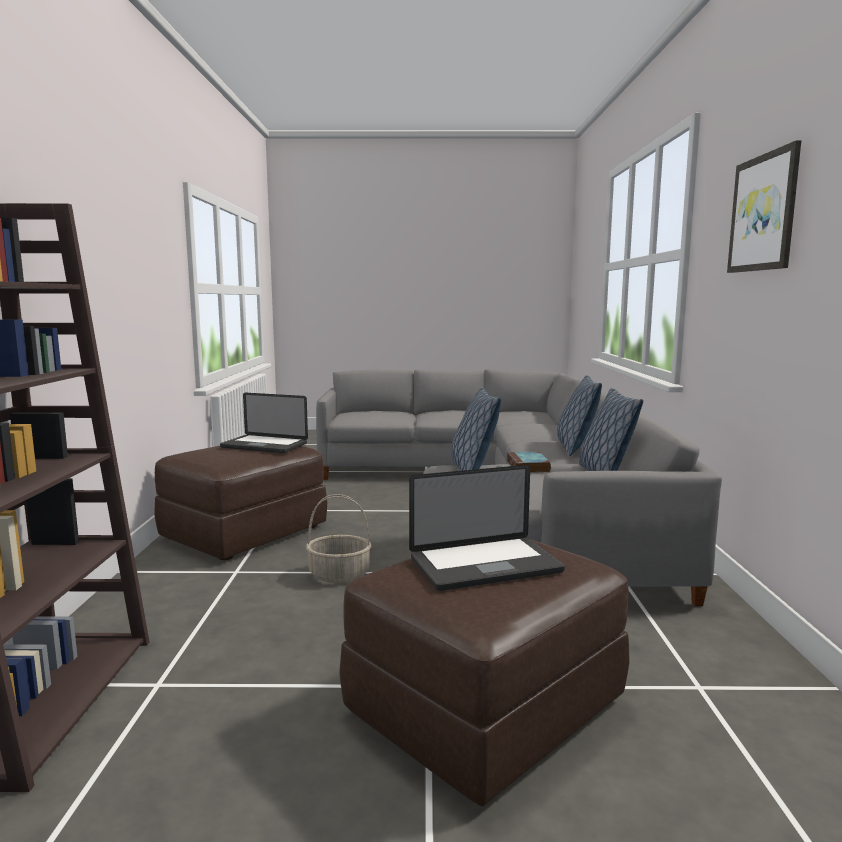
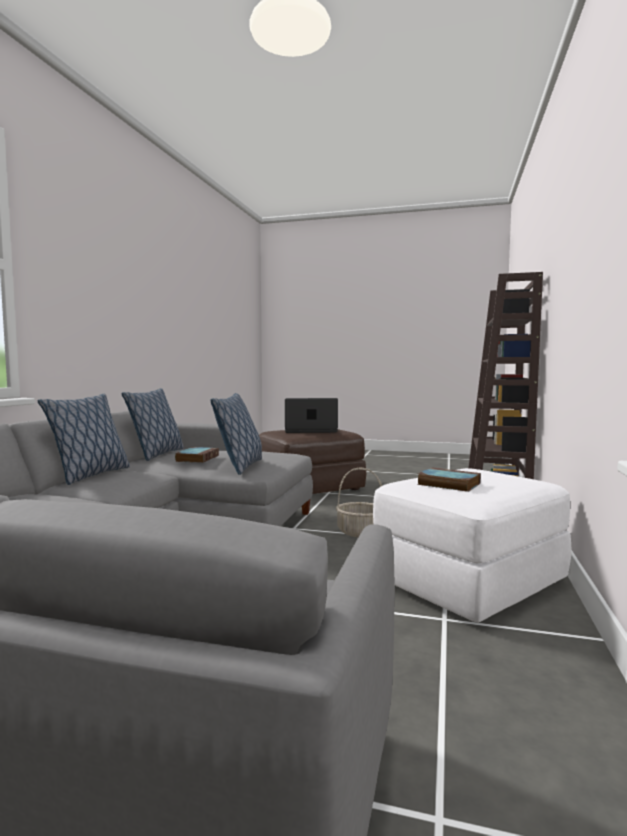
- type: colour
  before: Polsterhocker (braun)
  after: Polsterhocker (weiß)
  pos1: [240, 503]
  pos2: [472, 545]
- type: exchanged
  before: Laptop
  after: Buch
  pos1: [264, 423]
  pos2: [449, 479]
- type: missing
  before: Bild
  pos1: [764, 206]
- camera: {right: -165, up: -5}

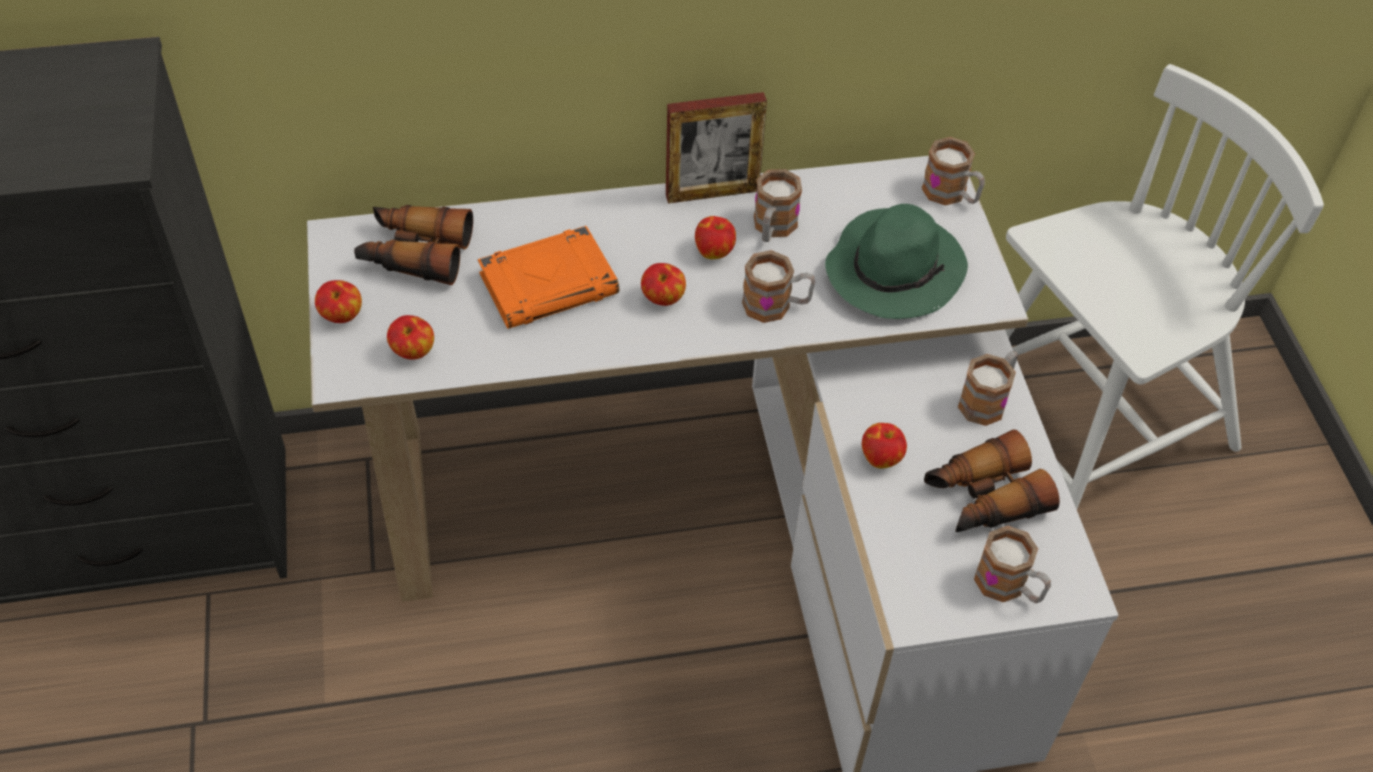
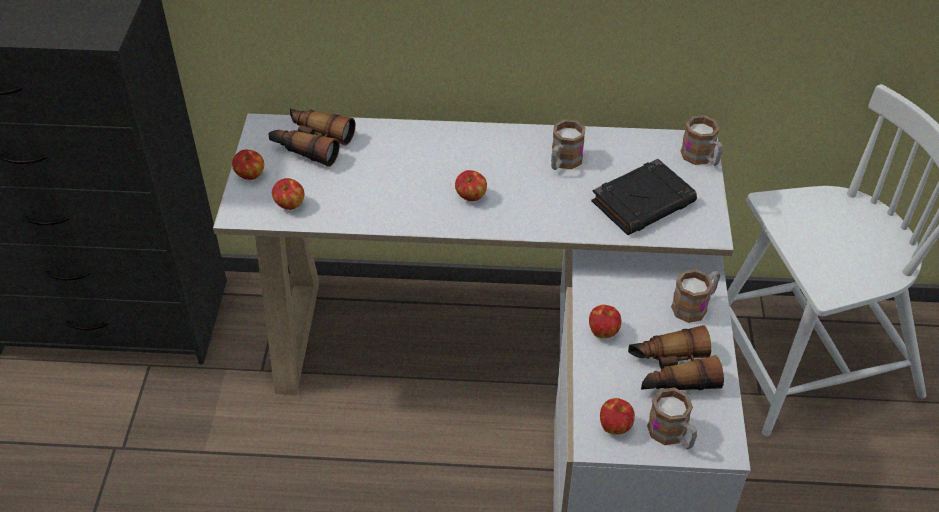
- type: exchanged
  before: Hut (grün)
  after: Buch (schwarz)
  pos1: [896, 261]
  pos2: [644, 197]
- type: relocated
  before: Apfel
  pos1: [715, 237]
  pos2: [617, 416]
- type: missing
  before: Buch (orange)
  pos1: [548, 277]
- type: missing
  before: Bilderrahmen
  pos1: [716, 147]
- type: missing
  before: Henkelbecher
  pos1: [778, 286]
- camera: {right: 15, up: -5}

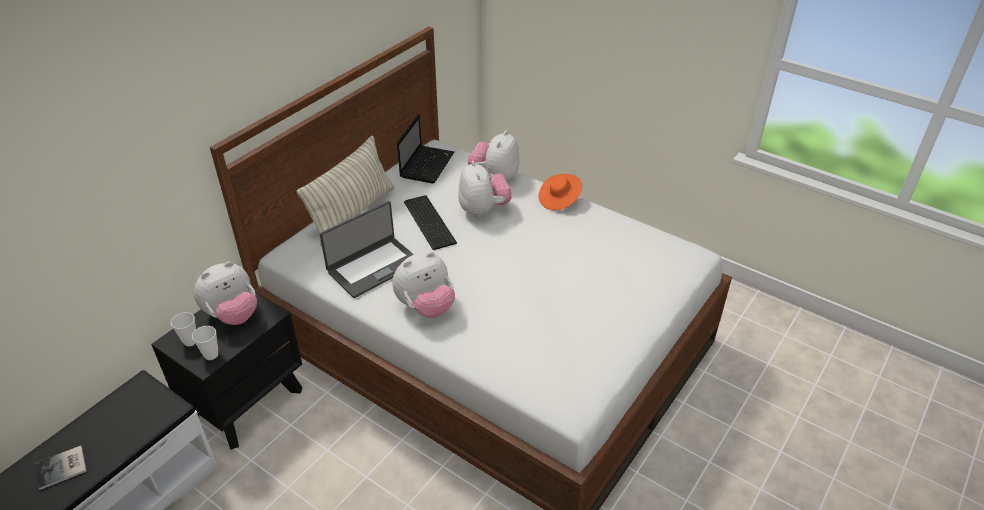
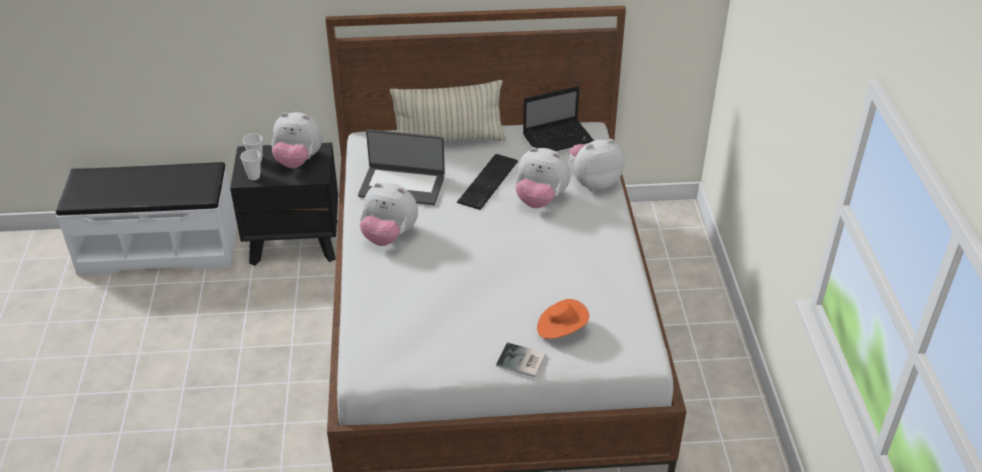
- type: relocated
  before: Buch
  pos1: [61, 468]
  pos2: [521, 360]
- type: spun
  before: Plüschtier
  pos1: [485, 189]
  pos2: [543, 177]
  turn: 75
- type: relocated
  before: Hut (orange)
  pos1: [560, 192]
  pos2: [563, 319]
- camera: {right: 50, up: 0}

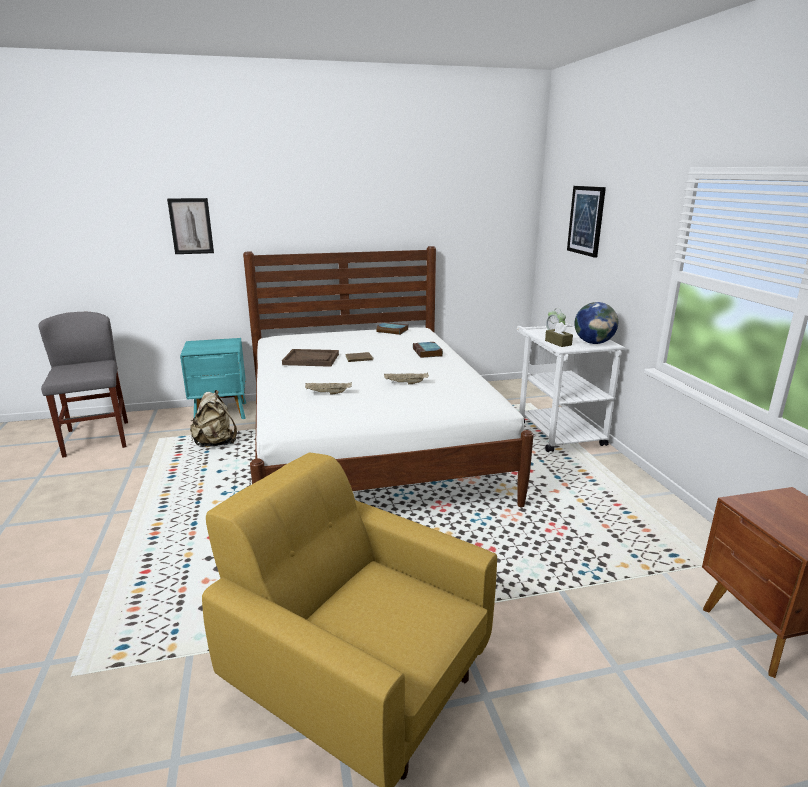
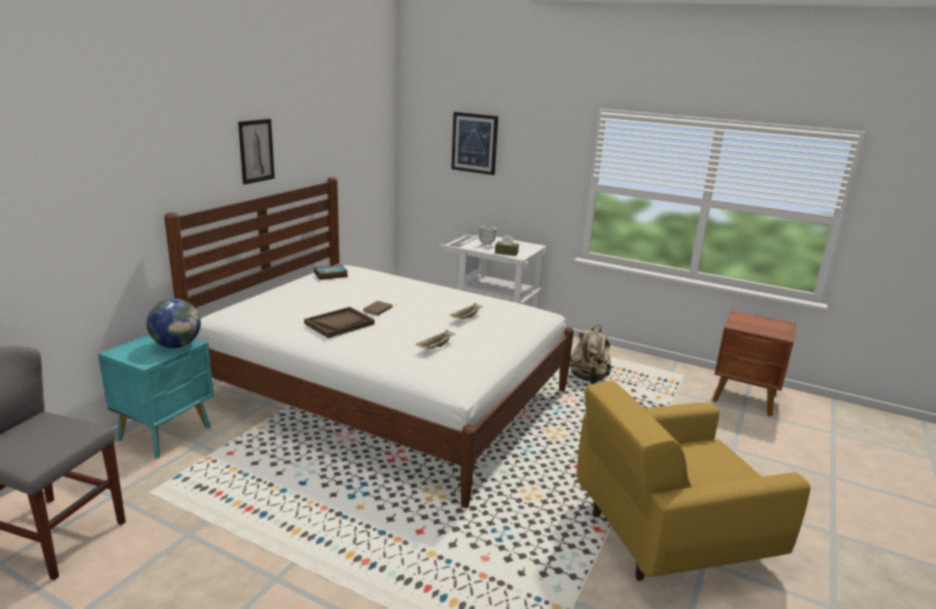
- type: relocated
  before: Globus
  pos1: [596, 323]
  pos2: [174, 323]
- type: relocated
  before: Bild
  pos1: [190, 226]
  pos2: [256, 152]
- type: relocated
  before: Rucksack (beige)
  pos1: [213, 418]
  pos2: [590, 354]
- type: missing
  before: Buch
  pos1: [428, 350]
- camera: {right: -50, up: 0}

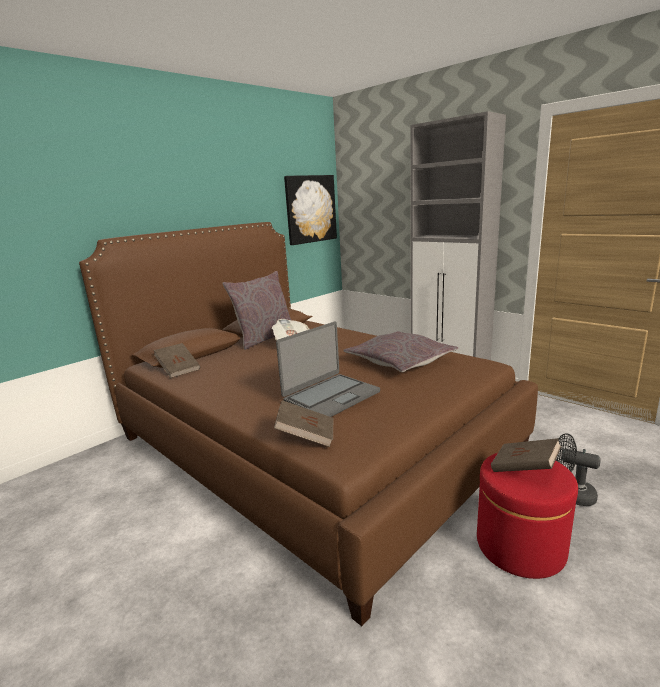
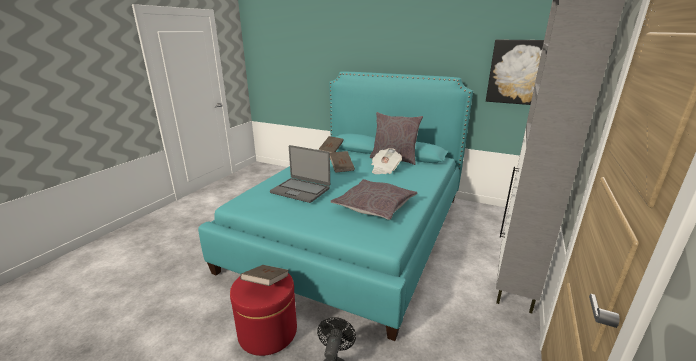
- type: colour
  before: Bett (braun)
  after: Bett (türkis)
  pos1: [308, 424]
  pos2: [335, 206]
- type: relocated
  before: Buch (braun)
  pos1: [303, 423]
  pos2: [342, 162]
- camera: {right: 70, up: 5}

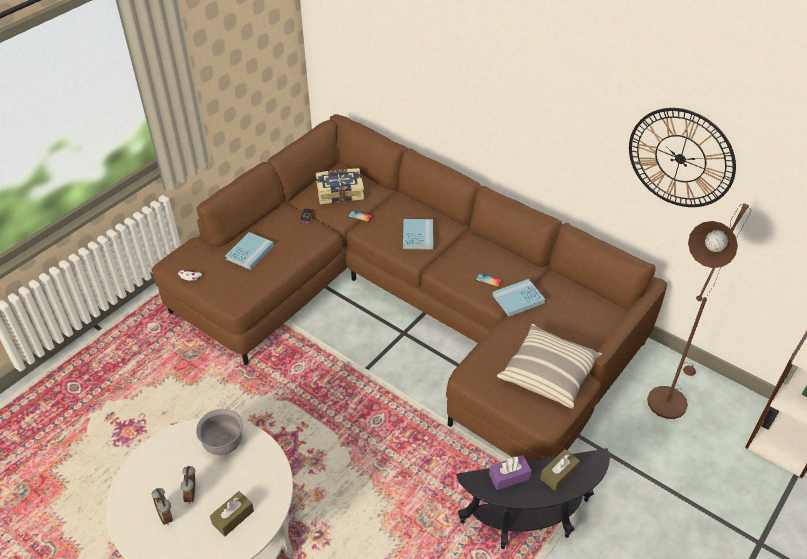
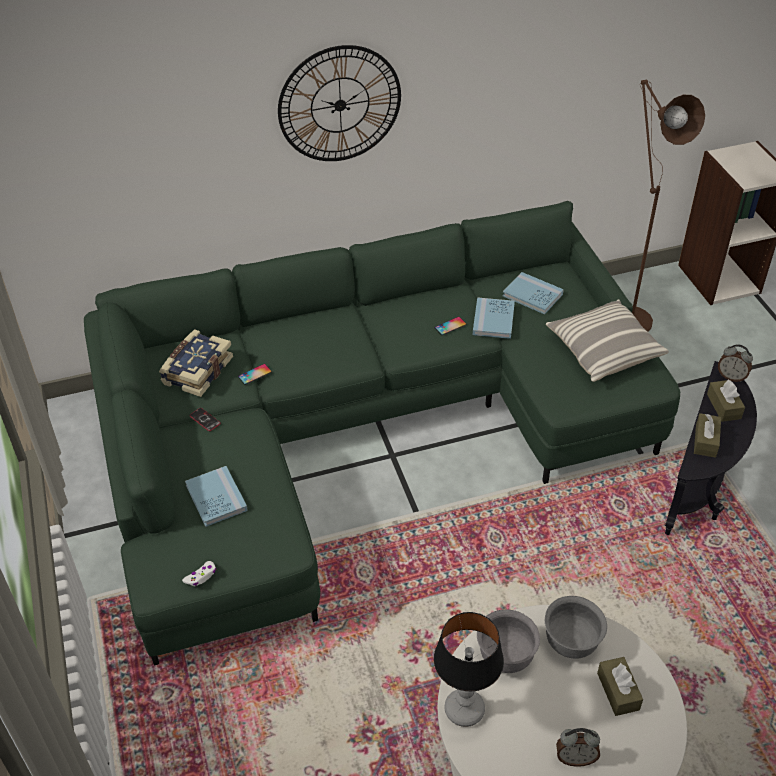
- type: colour
  before: Sofa (braun)
  after: Sofa (grün)
  pos1: [409, 288]
  pos2: [382, 433]
- type: relocated
  before: Wanduhr
  pos1: [682, 157]
  pos2: [339, 103]
- type: appeared
  after: Tischlampe
  pos2: [469, 669]
- type: relocated
  before: Buch (blau)
  pos1: [418, 234]
  pos2: [533, 293]
- type: appeared
  after: Schüssel (grau)
  pos2: [576, 627]
- type: colour
  before: Taschentuchbox (lila)
  after: Taschentuchbox (braun)
  pos1: [510, 472]
  pos2: [707, 435]
- type: relocated
  before: Wecker
  pos1: [188, 484]
  pos2: [735, 363]
- camera: {right: -55, up: 0}

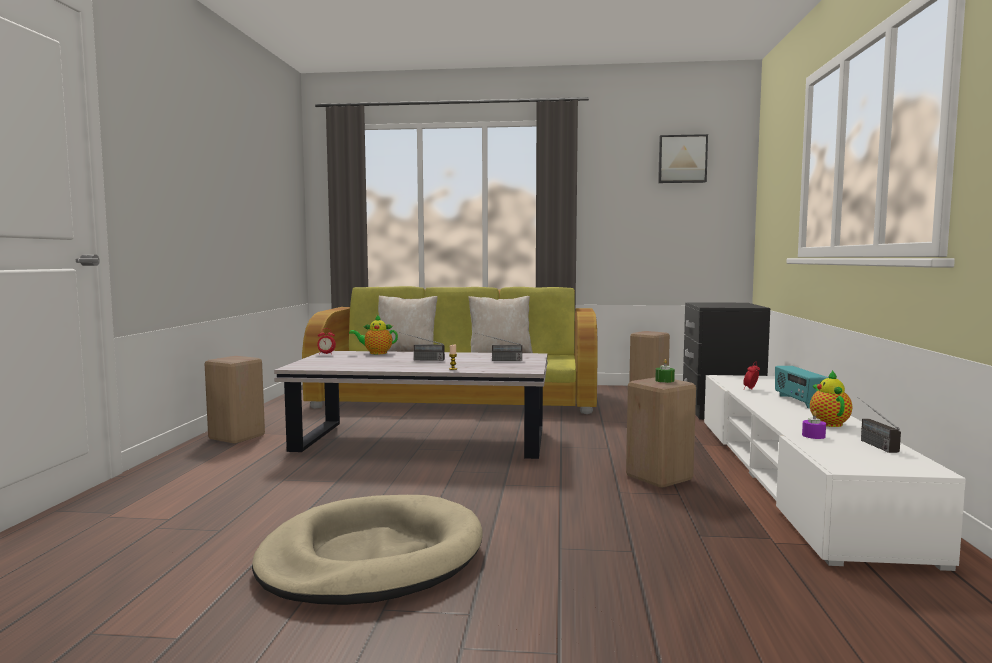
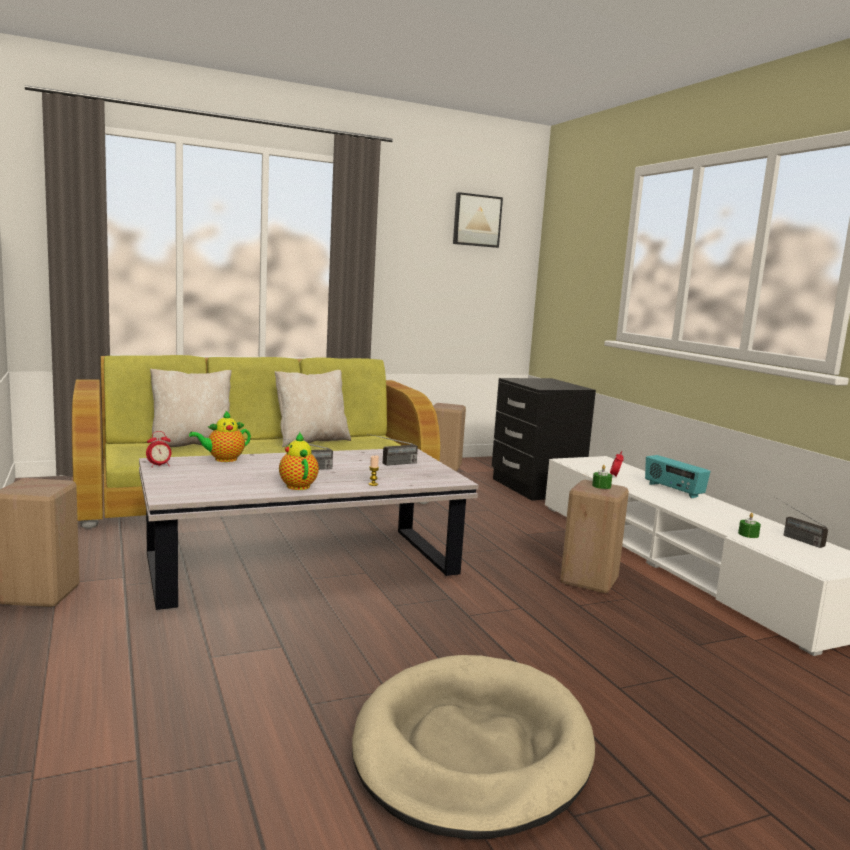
- type: relocated
  before: Teekanne
  pos1: [831, 398]
  pos2: [299, 461]
- type: colour
  before: Kerze (lila)
  after: Kerze (grün)
  pos1: [814, 425]
  pos2: [749, 525]
- camera: {right: -30, up: 5}

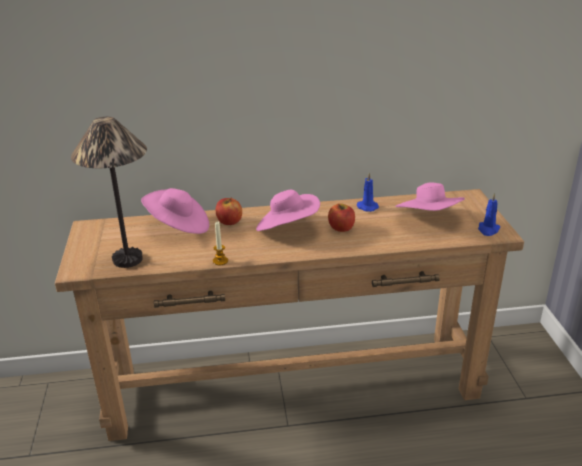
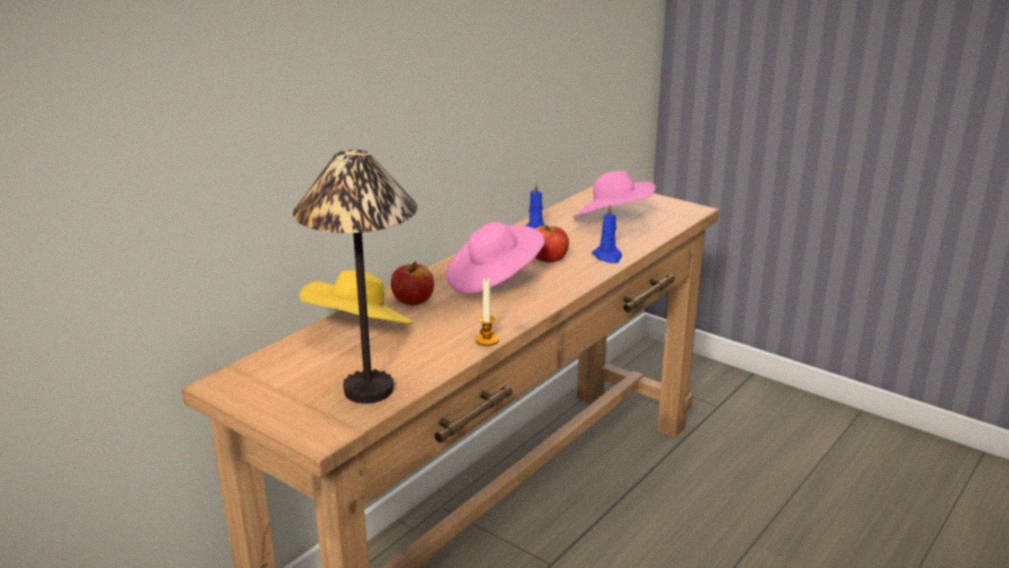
- type: colour
  before: Hut (rosa)
  after: Hut (gelb)
  pos1: [175, 211]
  pos2: [356, 297]
- type: relocated
  before: Kerze (blau)
  pos1: [489, 214]
  pos2: [607, 233]
- camera: {right: -45, up: -5}

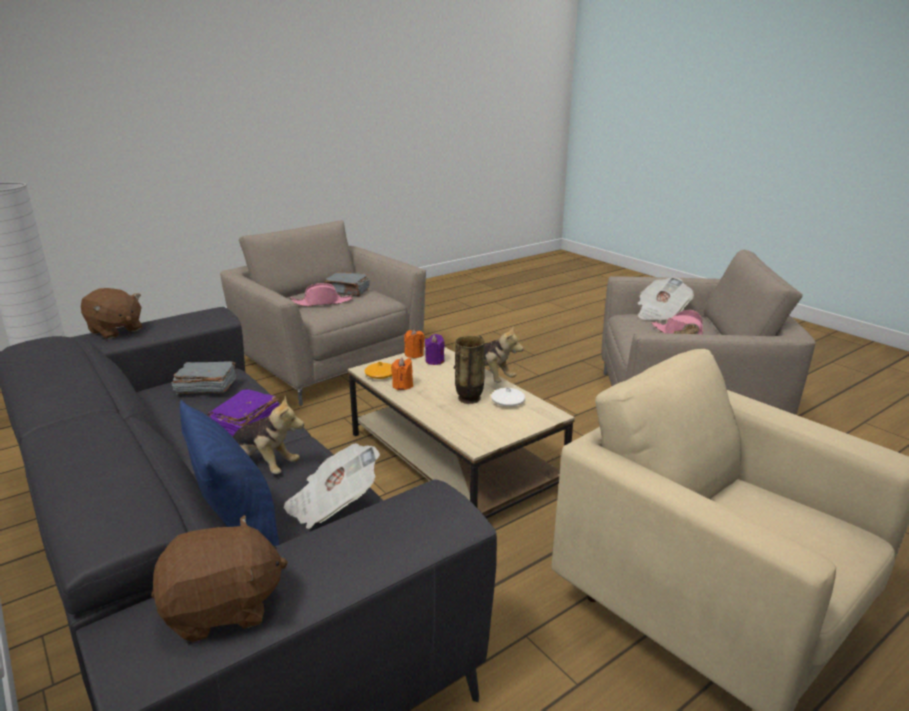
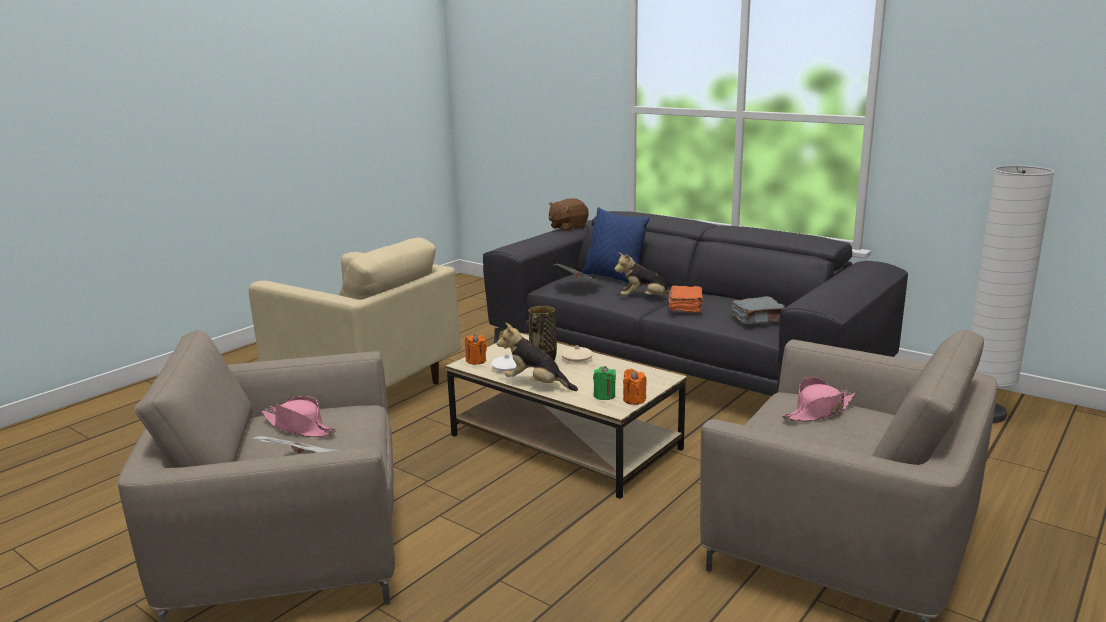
- type: relocated
  before: Kerze (orange)
  pos1: [402, 374]
  pos2: [476, 349]
- type: appeared
  after: Vase (beige)
  pos2: [577, 353]
- type: colour
  before: Kerze (lila)
  after: Kerze (grün)
  pos1: [435, 349]
  pos2: [604, 383]
- type: colour
  before: Buch (lila)
  after: Buch (orange)
  pos1: [243, 413]
  pos2: [686, 299]
- type: missing
  before: Plüschtier (braun)
  pos1: [111, 313]
- type: missing
  before: Buch (grau)
  pos1: [347, 284]
- type: missing
  before: Vase (orange)
  pos1: [378, 370]
- camera: {right: 165, up: -5}

